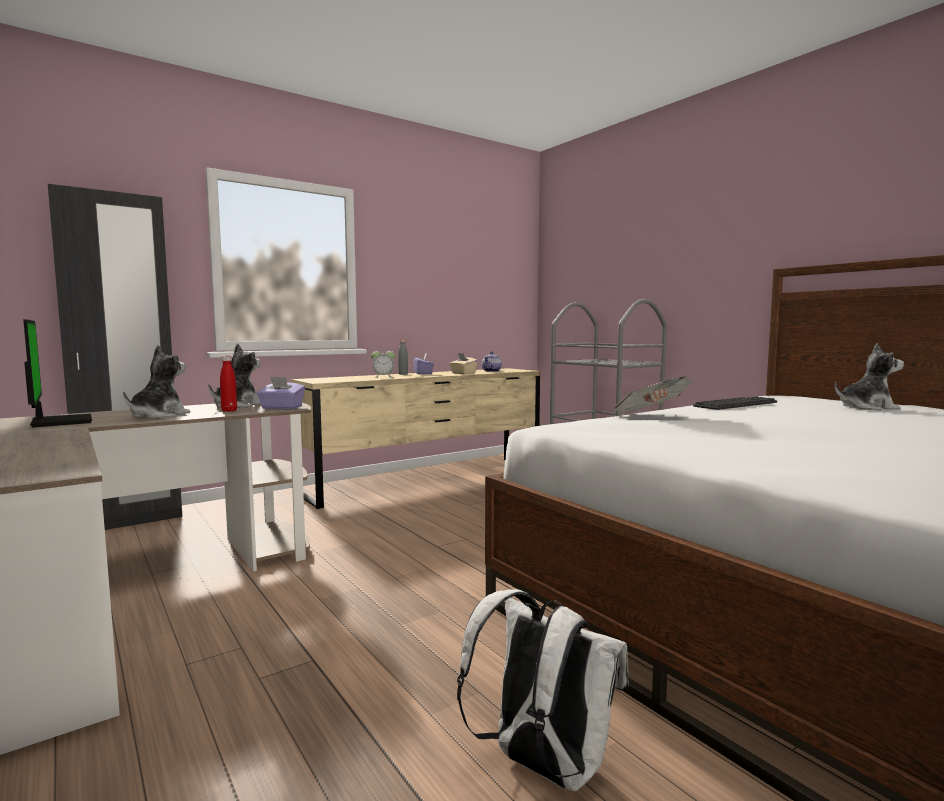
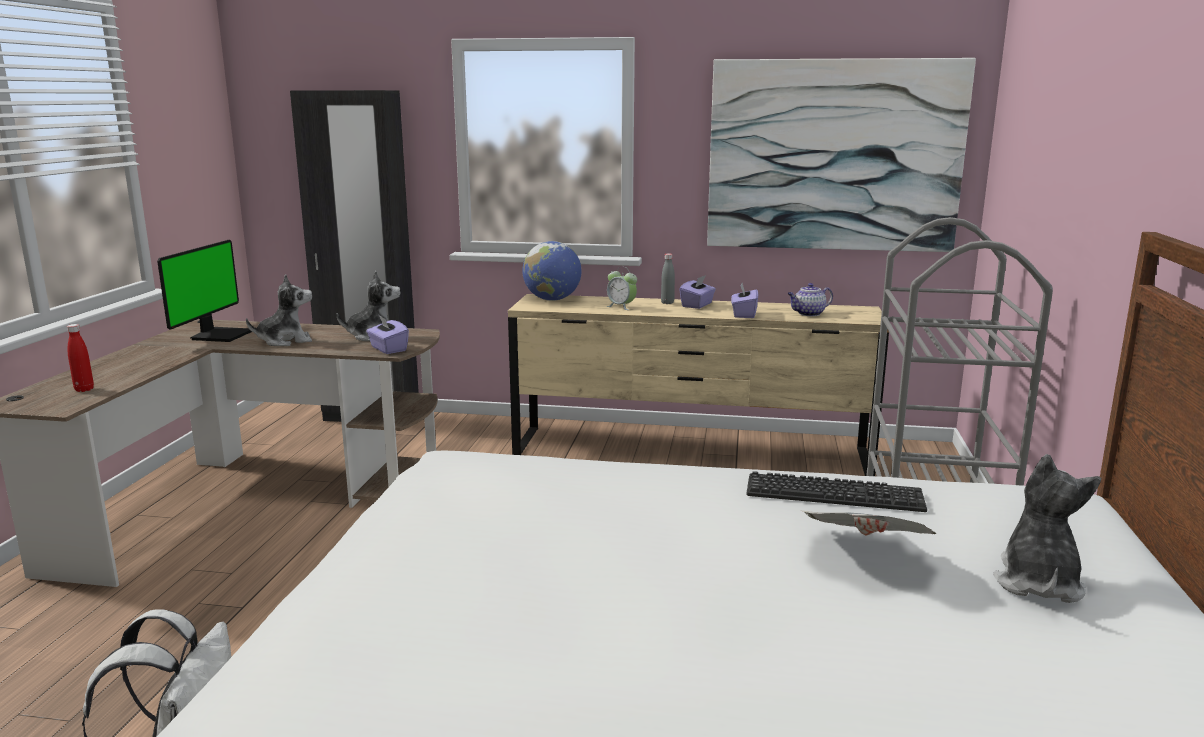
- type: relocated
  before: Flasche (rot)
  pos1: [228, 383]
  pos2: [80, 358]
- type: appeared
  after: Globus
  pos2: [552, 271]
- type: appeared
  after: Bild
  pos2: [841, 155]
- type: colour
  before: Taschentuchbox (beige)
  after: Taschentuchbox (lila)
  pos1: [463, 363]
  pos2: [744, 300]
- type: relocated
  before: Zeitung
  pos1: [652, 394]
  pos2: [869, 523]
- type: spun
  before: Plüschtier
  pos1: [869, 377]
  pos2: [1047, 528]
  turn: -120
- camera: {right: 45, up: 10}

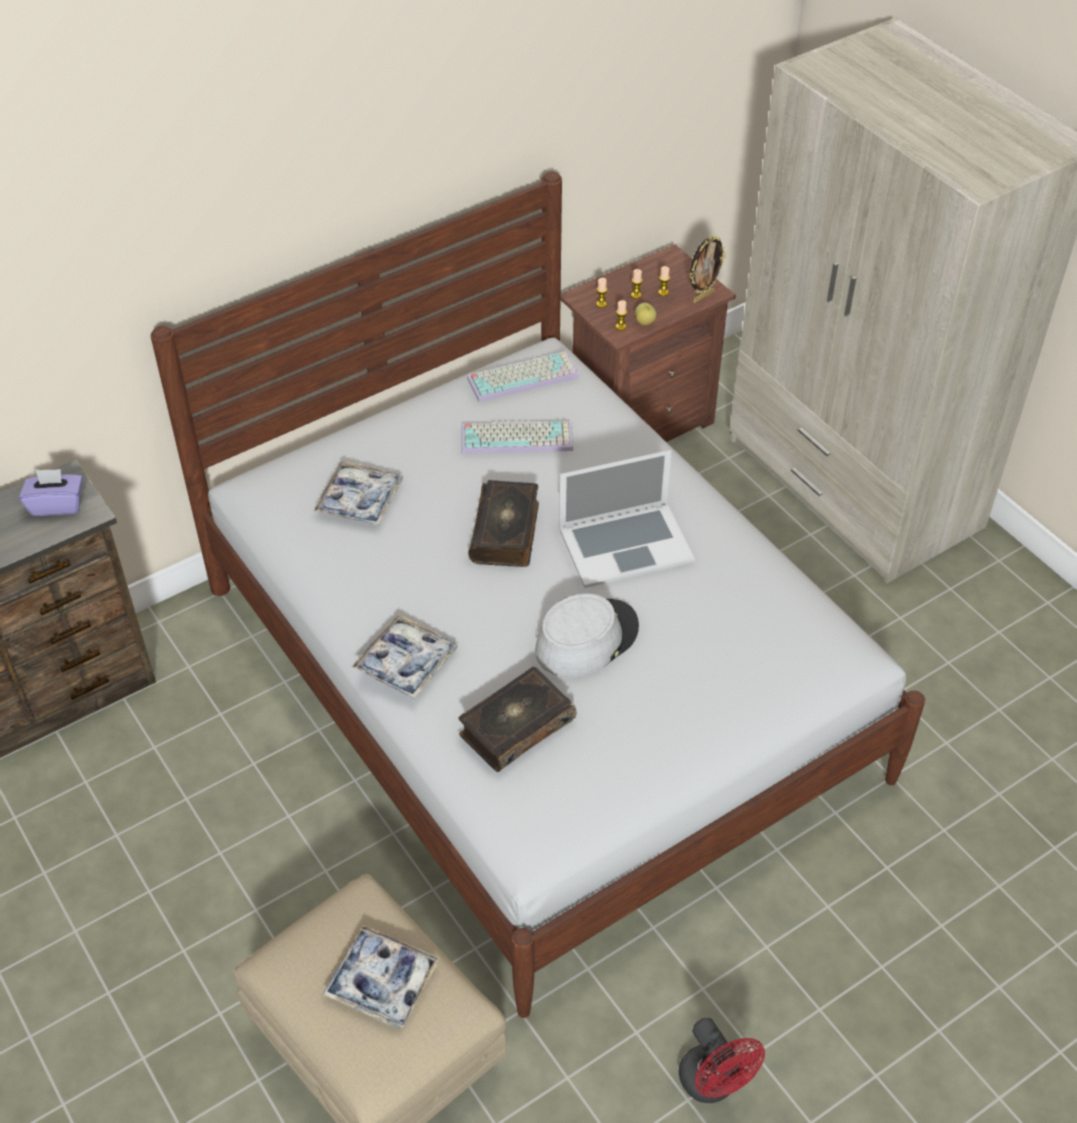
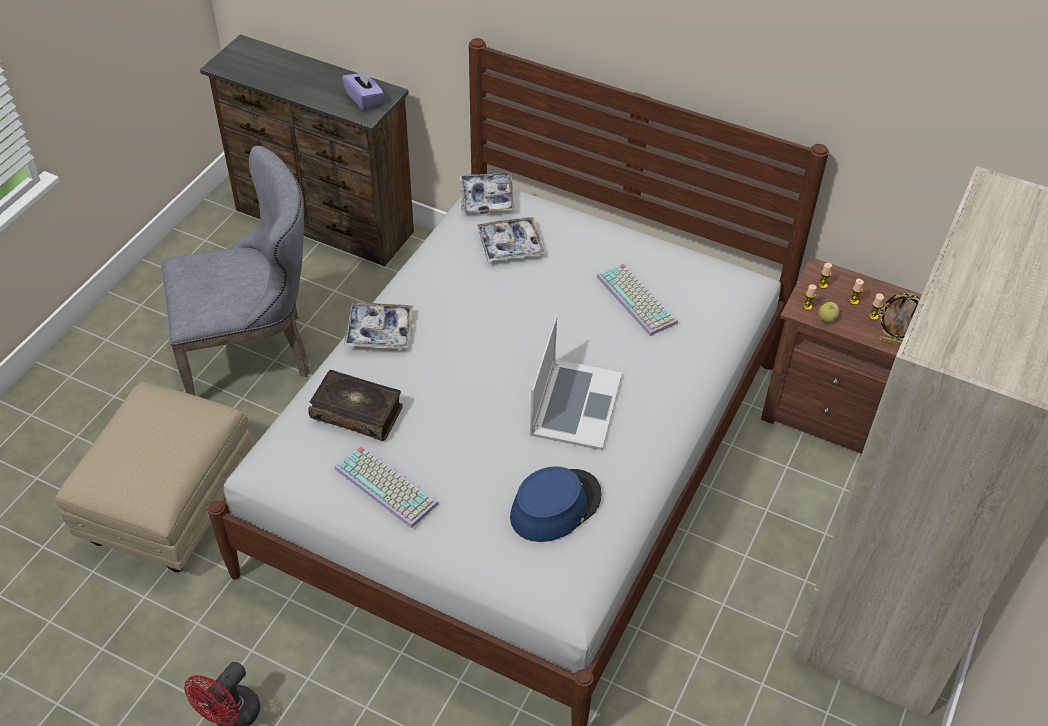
- type: appeared
  after: Stuhl (grau)
  pos2: [235, 270]
- type: relocated
  before: Tastatur
  pos1: [523, 376]
  pos2: [386, 486]
- type: relocated
  before: Tablett
  pos1: [381, 976]
  pos2: [487, 193]
- type: appeared
  after: Hut (blau)
  pos2: [556, 504]
- type: spun
  before: Laptop
  pos1: [627, 519]
  pos2: [576, 383]
  turn: -120
- type: missing
  before: Buch
  pos1: [503, 523]
- type: missing
  before: Hut (grau)
  pos1: [587, 635]
- camera: {right: 60, up: 0}

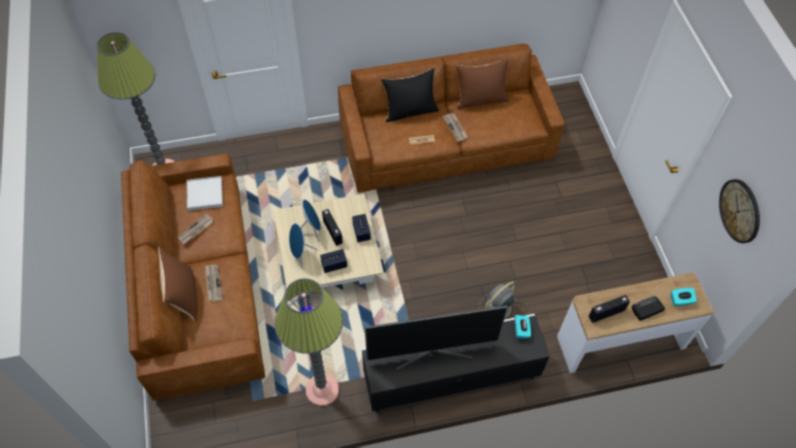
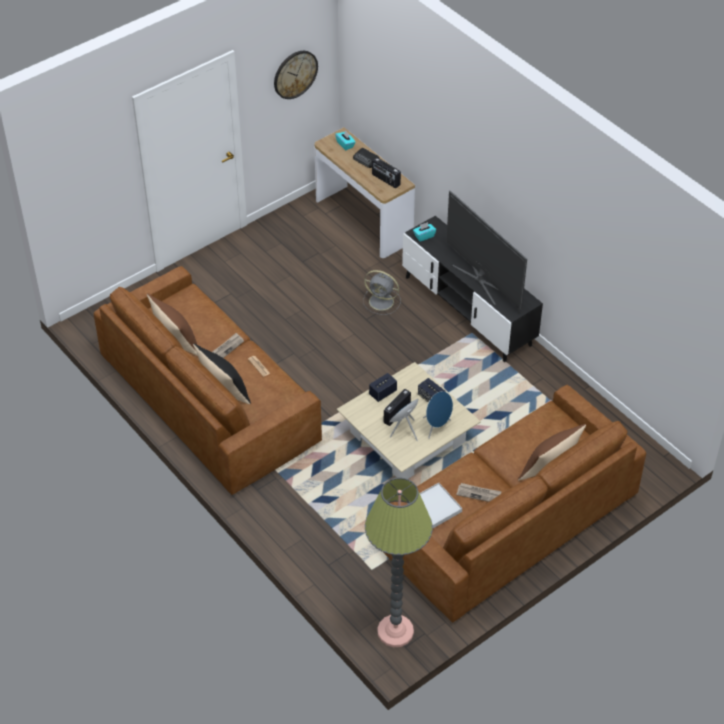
- type: missing
  before: Zeitung
  pos1: [214, 283]
- type: missing
  before: Stehlampe
  pos1: [309, 342]
- camera: {right: -115, up: -10}

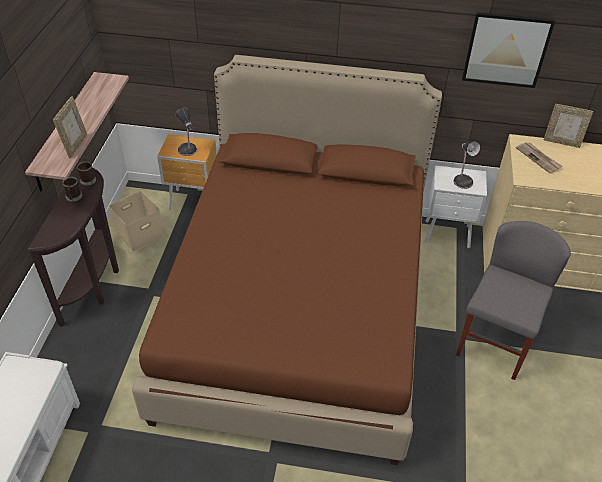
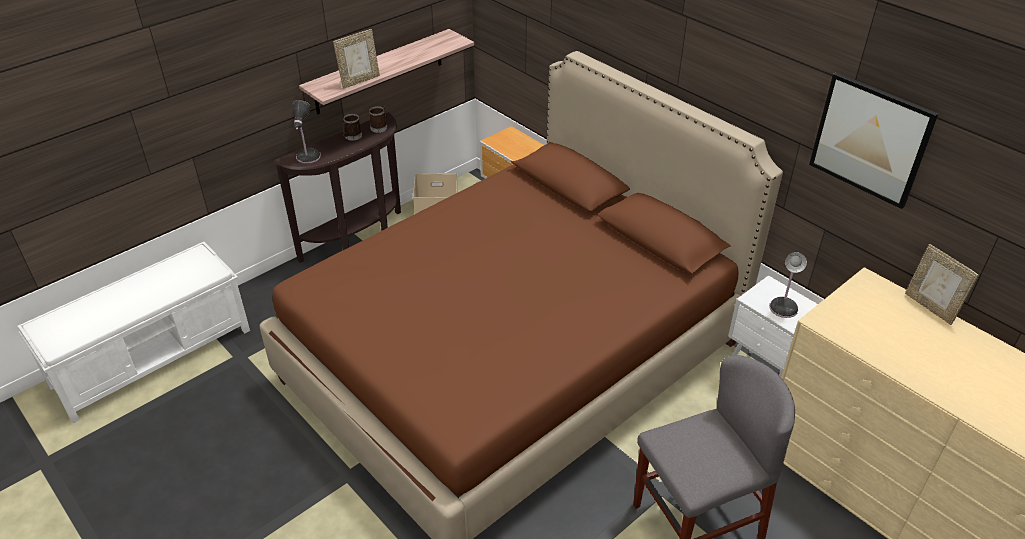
- type: relocated
  before: Tischlampe
  pos1: [186, 131]
  pos2: [306, 132]
- type: missing
  before: Zeitung
  pos1: [539, 157]
- camera: {right: 40, up: -5}

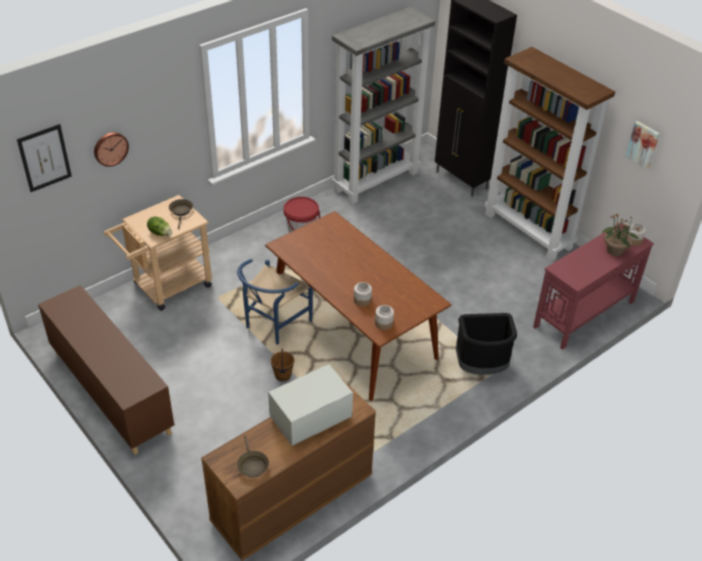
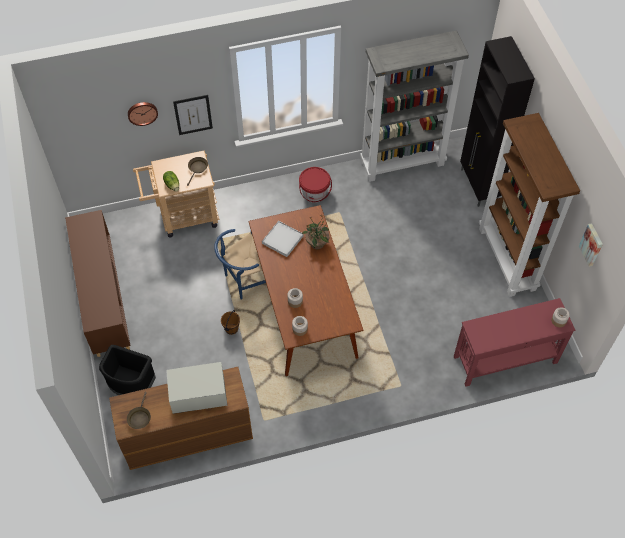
- type: relocated
  before: Mülleimer (schwarz)
  pos1: [486, 344]
  pos2: [127, 370]
- type: relocated
  before: Bild
  pos1: [44, 158]
  pos2: [193, 115]
- type: appeared
  after: Tablett (weiß)
  pos2: [282, 239]
- type: relocated
  before: Topfpflanze
  pos1: [621, 234]
  pos2: [315, 231]
- camera: {right: 25, up: 15}

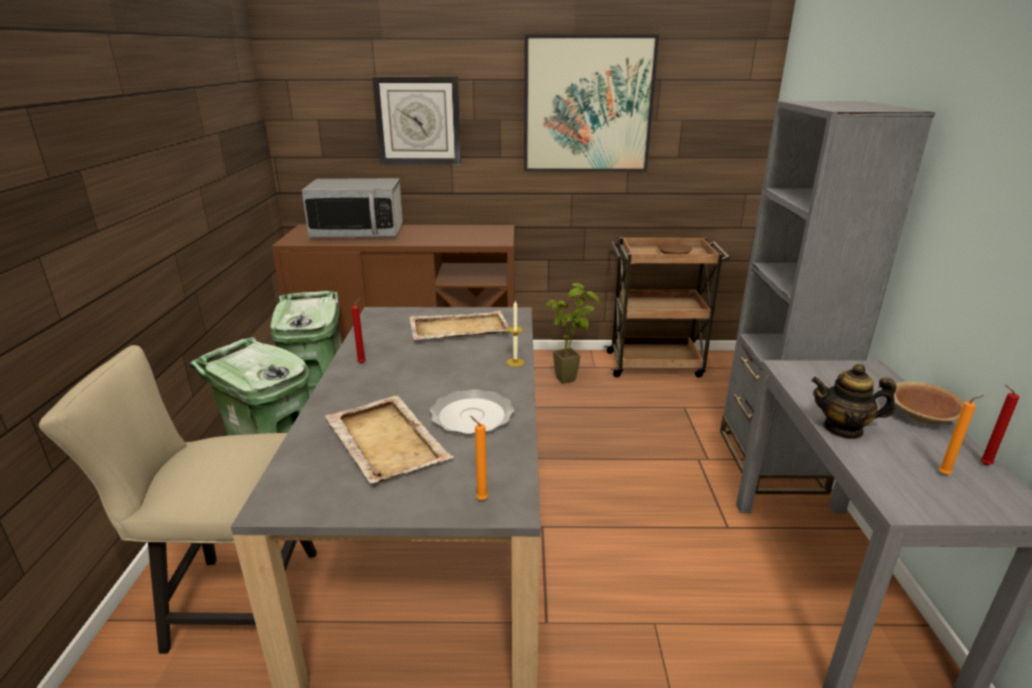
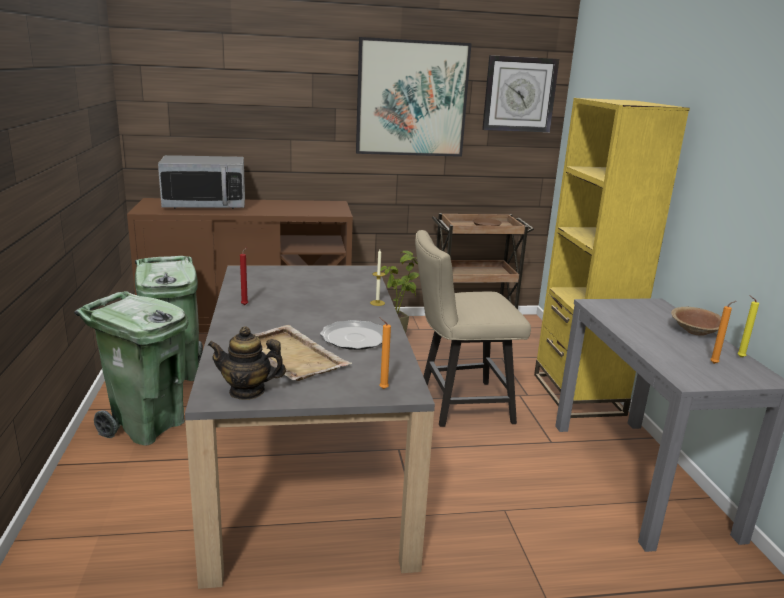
- type: relocated
  before: Teekanne
  pos1: [854, 401]
  pos2: [246, 363]
- type: relocated
  before: Stuhl (beige)
  pos1: [178, 499]
  pos2: [473, 328]
- type: relocated
  before: Wanduhr
  pos1: [416, 120]
  pos2: [520, 93]
- type: colour
  before: Bücherregal (grau)
  after: Bücherregal (gelb)
  pos1: [827, 297]
  pos2: [612, 258]
- type: colour
  before: Kerze (rot)
  after: Kerze (gelb)
  pos1: [1000, 425]
  pos2: [748, 326]
- type: missing
  before: Tablett (beige)
  pos1: [459, 325]
- camera: {right: -10, up: -5}

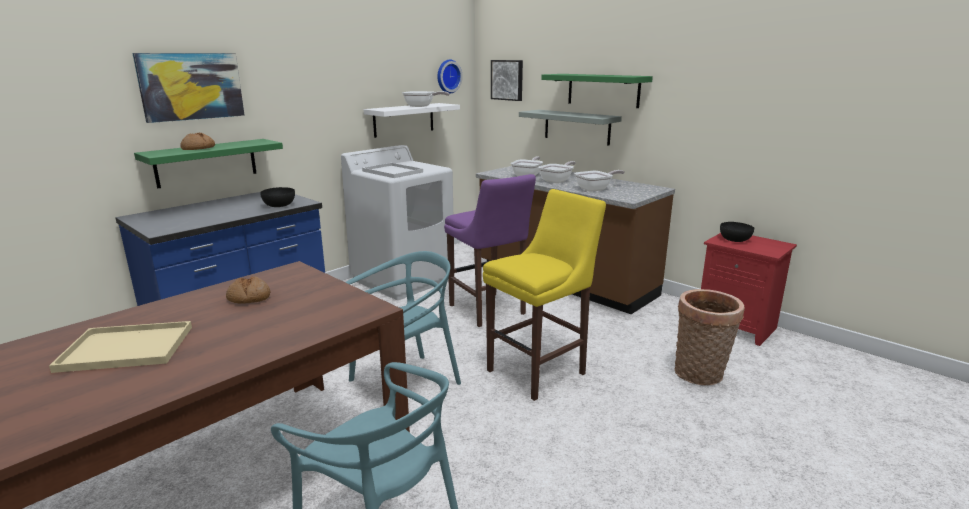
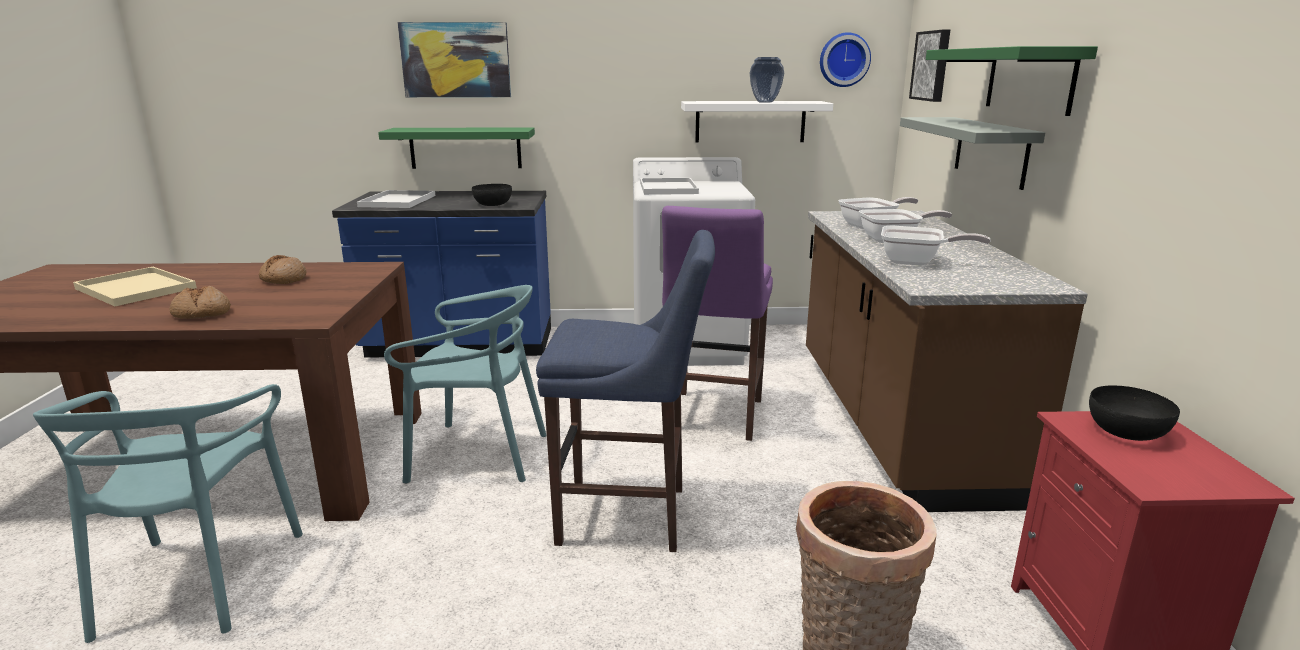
- type: relocated
  before: Brot
  pos1: [197, 141]
  pos2: [200, 302]
- type: appeared
  after: Tablett (weiß)
  pos2: [396, 199]
- type: colour
  before: Hocker (gelb)
  after: Hocker (blau)
  pos1: [544, 295]
  pos2: [625, 391]
- type: exchanged
  before: Pfanne
  after: Vase
  pos1: [426, 99]
  pos2: [767, 80]
- camera: {right: 45, up: 0}

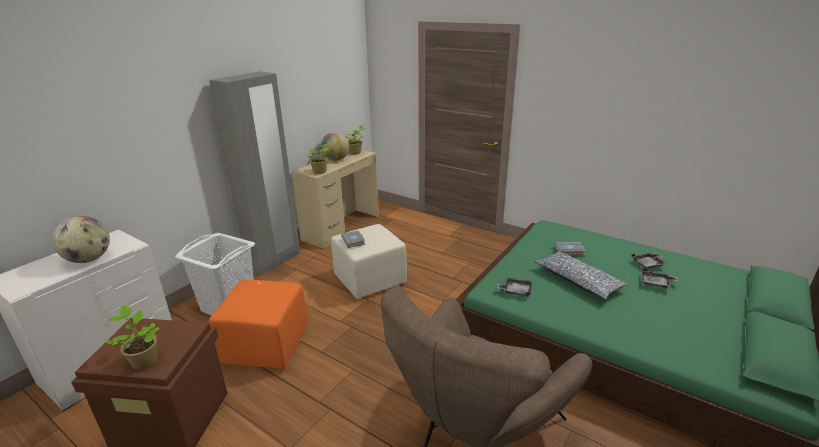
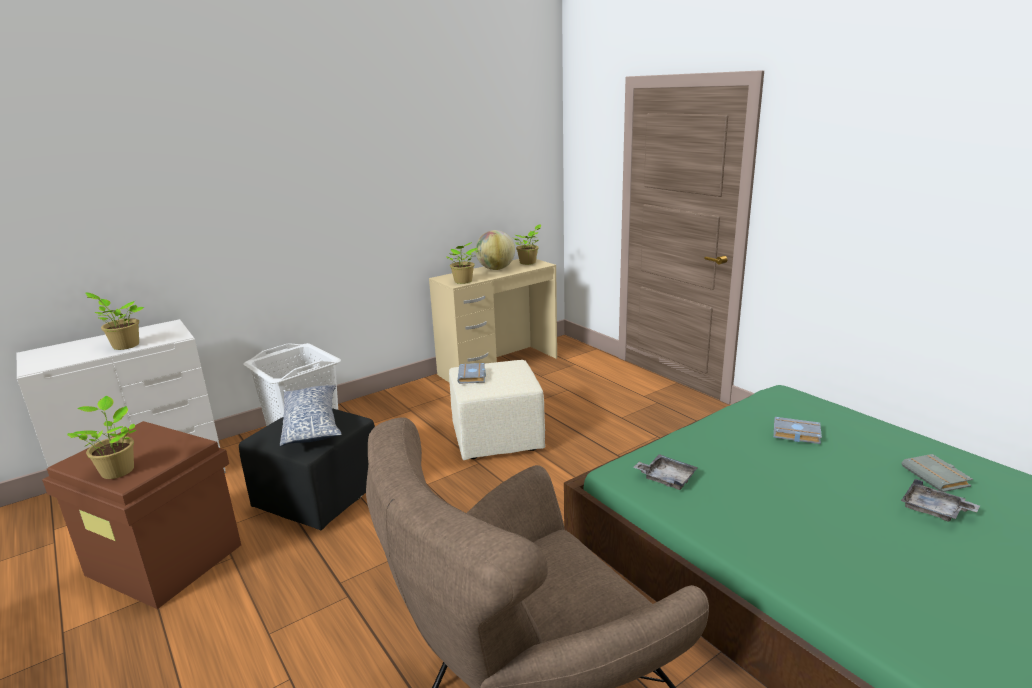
- type: exchanged
  before: Globus
  after: Topfpflanze
  pos1: [81, 239]
  pos2: [114, 321]
- type: colour
  before: Polsterhocker (orange)
  after: Polsterhocker (schwarz)
  pos1: [258, 324]
  pos2: [307, 469]
- type: relocated
  before: Kissen
  pos1: [581, 275]
  pos2: [311, 415]
- type: exchanged
  before: Tablett (grau)
  after: Buch (grau)
  pos1: [649, 261]
  pos2: [937, 473]
- type: missing
  before: Kleiderschrank (grau)
  pos1: [254, 173]
- camera: {right: 20, up: -5}

